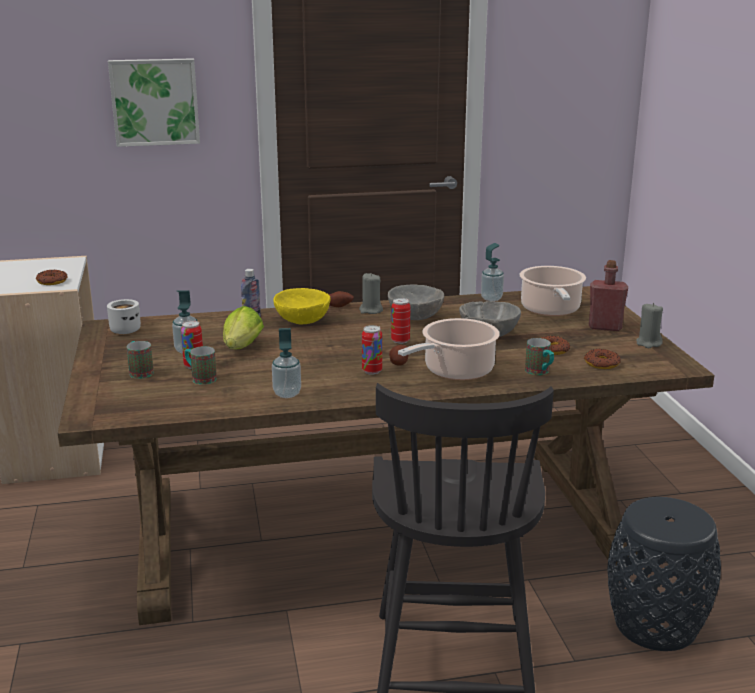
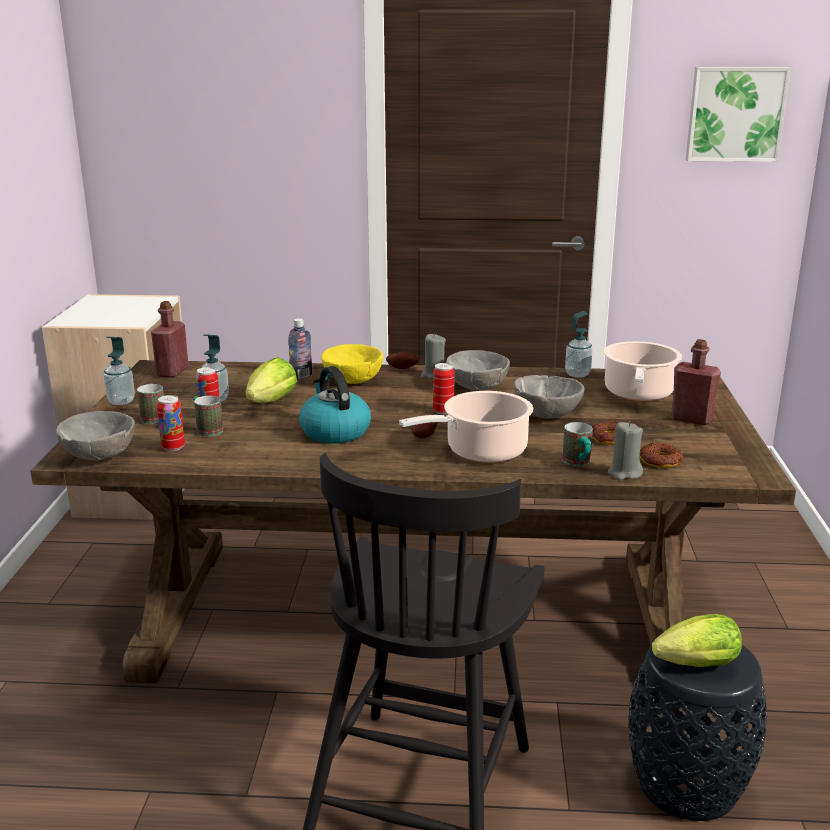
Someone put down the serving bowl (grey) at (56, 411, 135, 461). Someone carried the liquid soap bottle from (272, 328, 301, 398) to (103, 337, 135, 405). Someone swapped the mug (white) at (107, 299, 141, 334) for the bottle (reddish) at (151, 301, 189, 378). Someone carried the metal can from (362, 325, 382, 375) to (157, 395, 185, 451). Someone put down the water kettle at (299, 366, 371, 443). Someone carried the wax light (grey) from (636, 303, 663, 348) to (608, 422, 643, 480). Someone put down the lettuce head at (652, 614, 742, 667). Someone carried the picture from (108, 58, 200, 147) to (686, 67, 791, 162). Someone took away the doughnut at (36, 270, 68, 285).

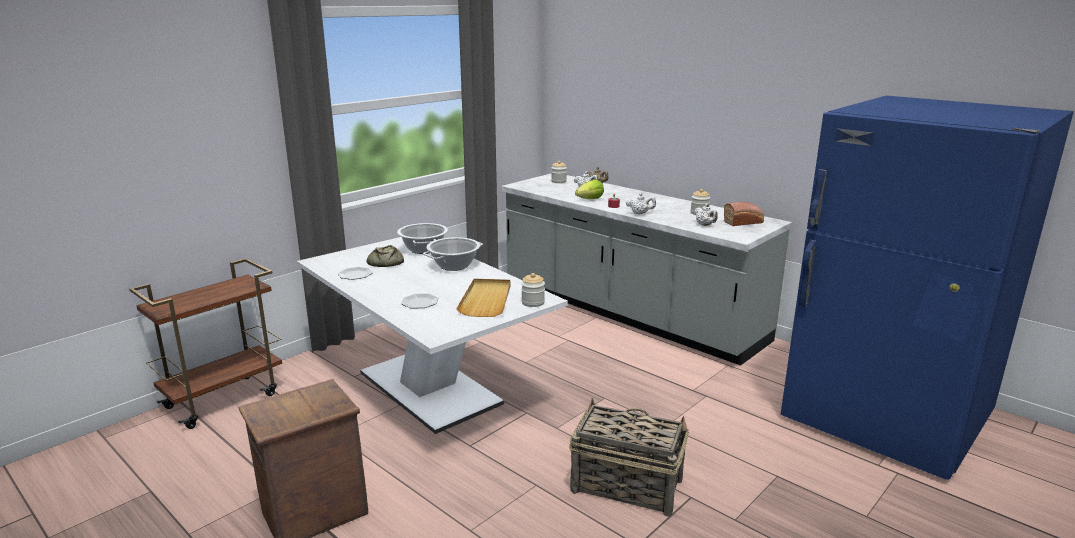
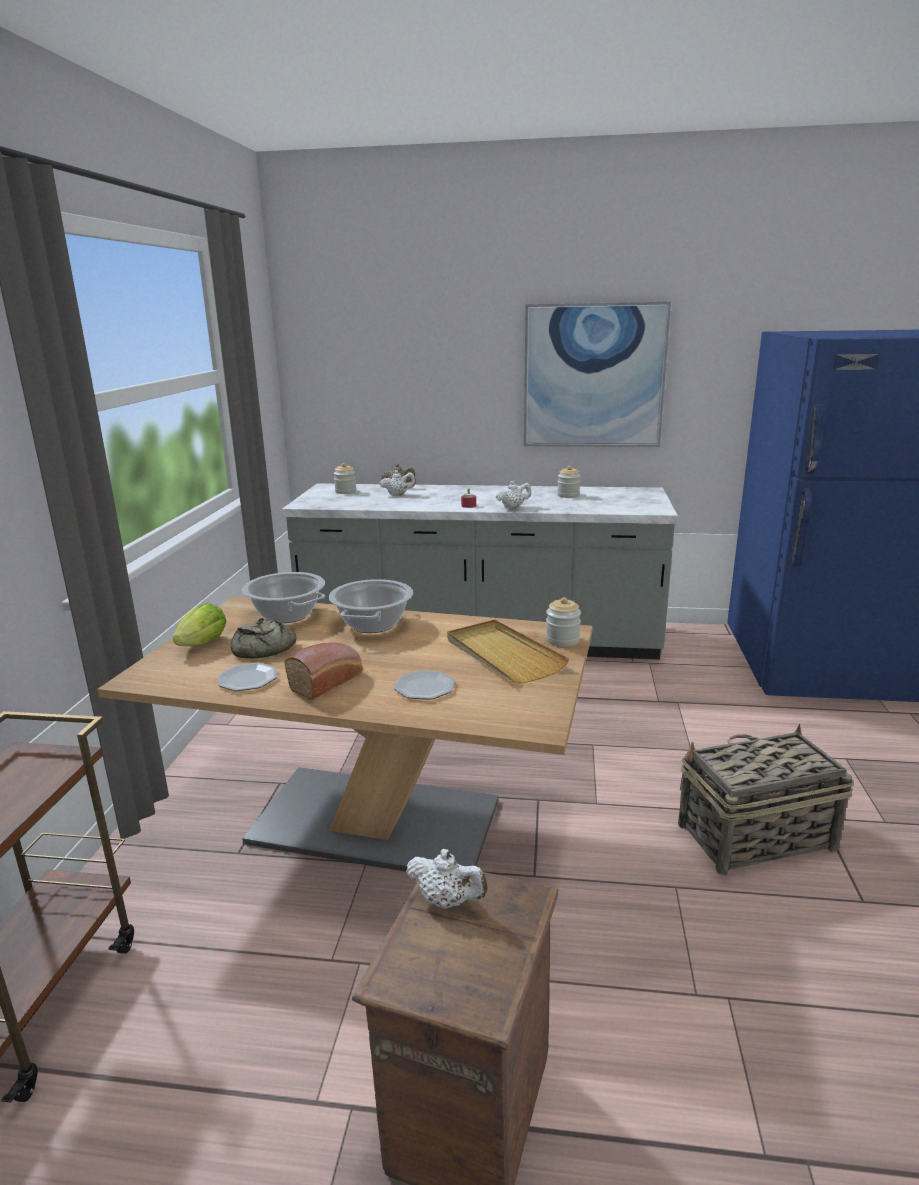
Someone repainted the dining table (white) at (297, 237, 568, 434), which became the dining table (brownish) at (97, 596, 593, 872). Someone carried the lettuce head from (575, 180, 604, 199) to (173, 603, 226, 646). Someone carried the bakery bread from (724, 202, 764, 226) to (284, 642, 363, 700). Someone carried the tea pot (white) from (694, 204, 718, 226) to (406, 849, 487, 909). Someone put up the picture at (524, 302, 671, 447).

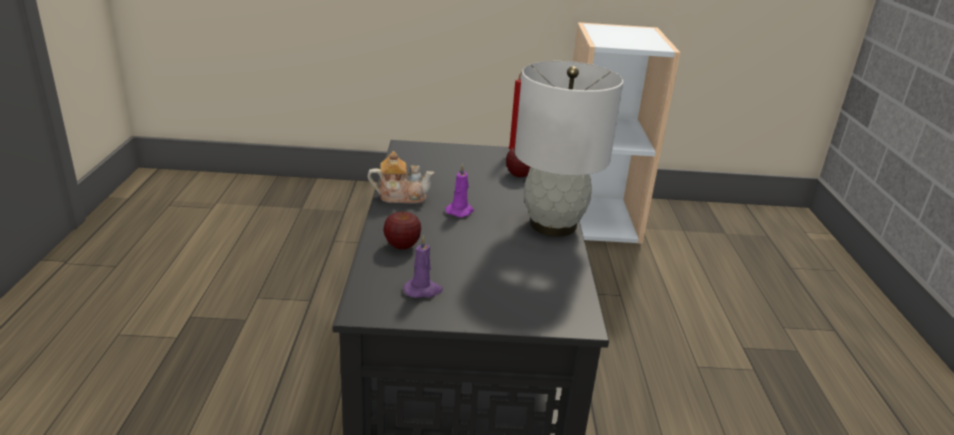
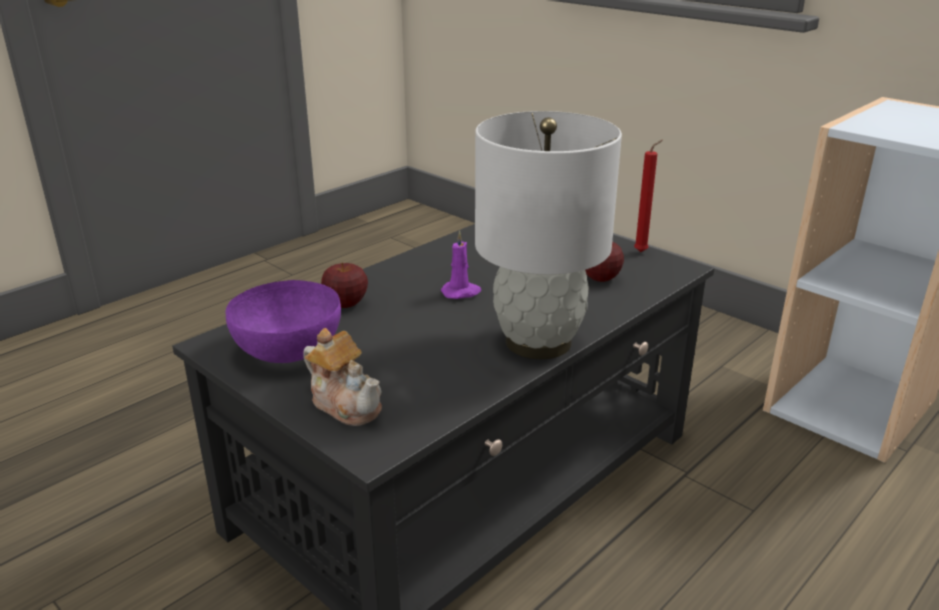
Someone swapped the wax light (purple-coloured) at (404, 235, 443, 298) for the serving bowl (purple-coloured) at (226, 280, 341, 363). Someone carried the tea pot from (368, 151, 435, 204) to (303, 328, 382, 426).

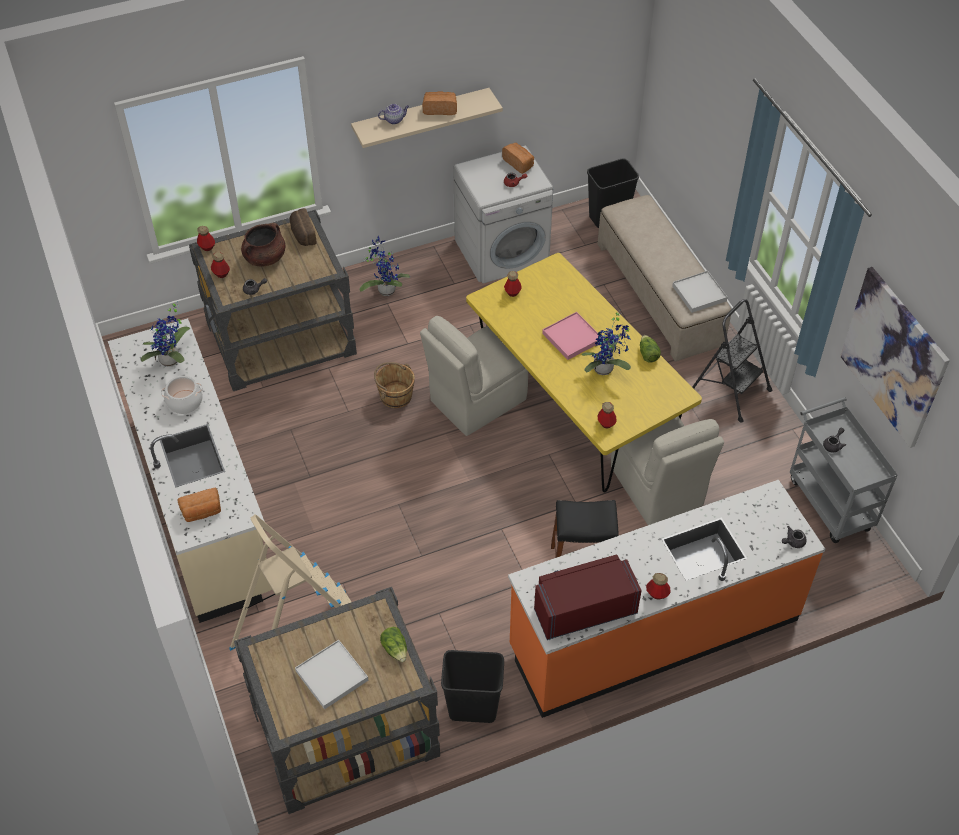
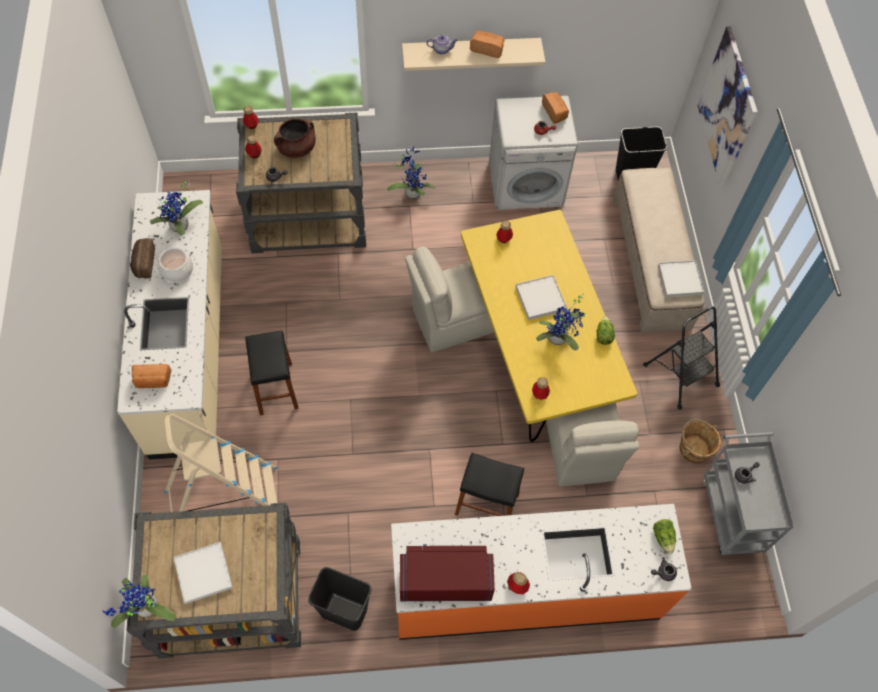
Someone put down the plant in a pot at (103, 575, 176, 628). Someone carried the bakery bread from (290, 208, 317, 246) to (130, 238, 155, 278). Someone put down the stool (black-coloured) at (245, 331, 299, 415). Someone repainted the serving tray (pinkish) at (542, 312, 598, 360), which became the serving tray (white) at (516, 275, 567, 320). Someone carried the lettuce head from (380, 627, 407, 662) to (653, 519, 676, 554). Someone carried the bucket (brownish) from (374, 362, 415, 408) to (680, 419, 721, 463). Someone carried the picture from (840, 267, 950, 448) to (697, 26, 758, 186).

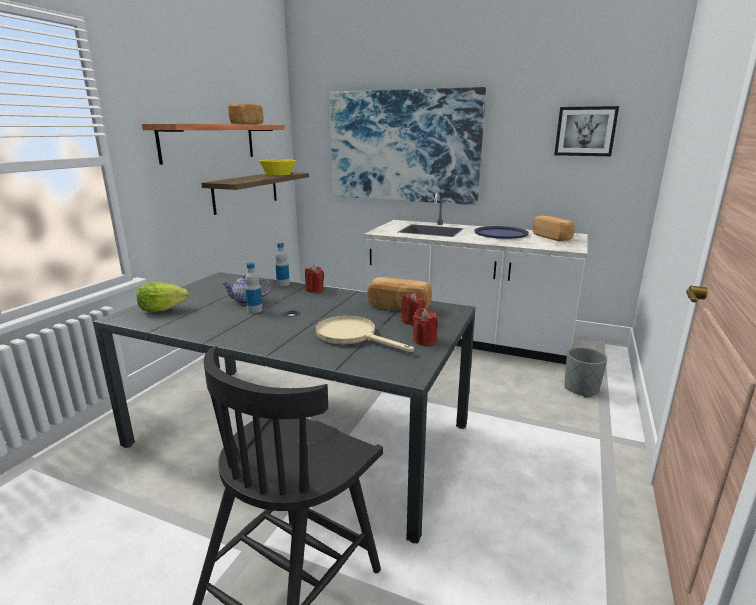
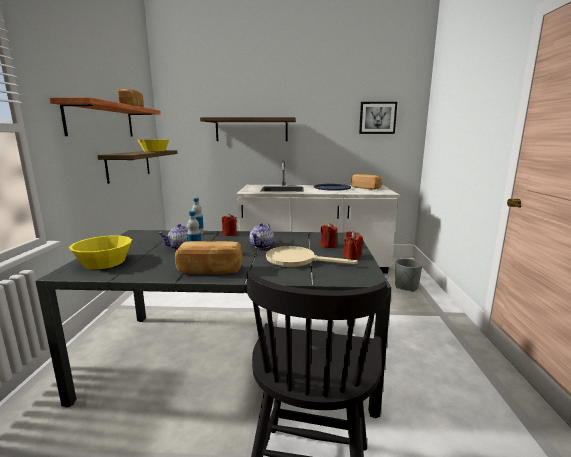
Someone swapped the lettuce head at (137, 282, 189, 312) for the serving bowl (yellow-coloured) at (69, 236, 132, 269). Someone carried the bakery bread from (367, 277, 432, 311) to (175, 241, 243, 274). Someone swapped the picture at (330, 87, 486, 205) for the wall shelf at (200, 117, 296, 141). Someone put down the tea pot at (249, 223, 274, 248).

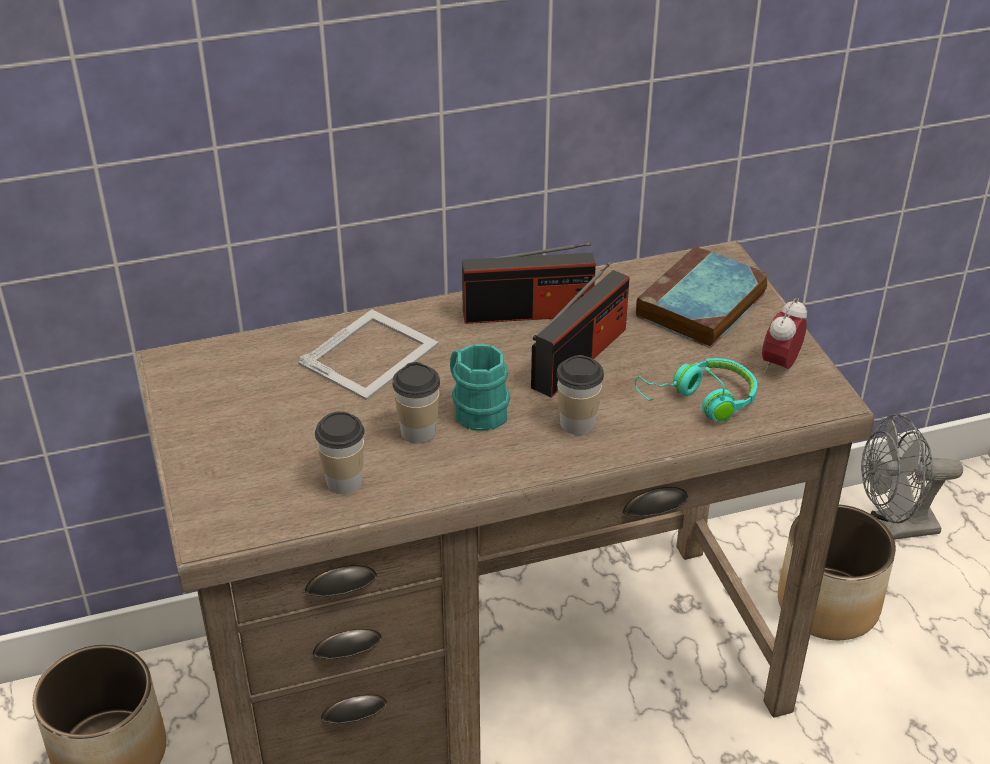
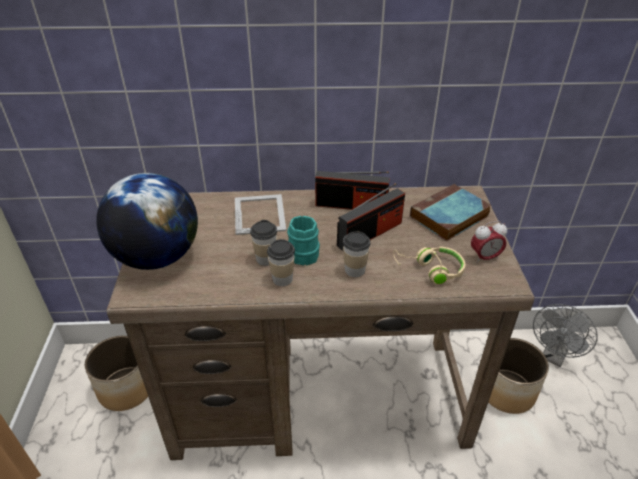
Someone put down the globe at (96, 173, 198, 270). Someone rotated the picture frame at (298, 309, 439, 401) by 60 degrees counterclockwise. Someone carried the small cup from (315, 411, 364, 494) to (267, 239, 295, 286). Someone repainted the headset (turquoise-coloured) at (635, 358, 757, 422), which became the headset (beige-coloured) at (393, 246, 466, 285). Someone rotated the table clock at (762, 298, 807, 373) by 150 degrees counterclockwise. Someone rotated the fan (grey) at (861, 414, 963, 540) by 60 degrees counterclockwise.

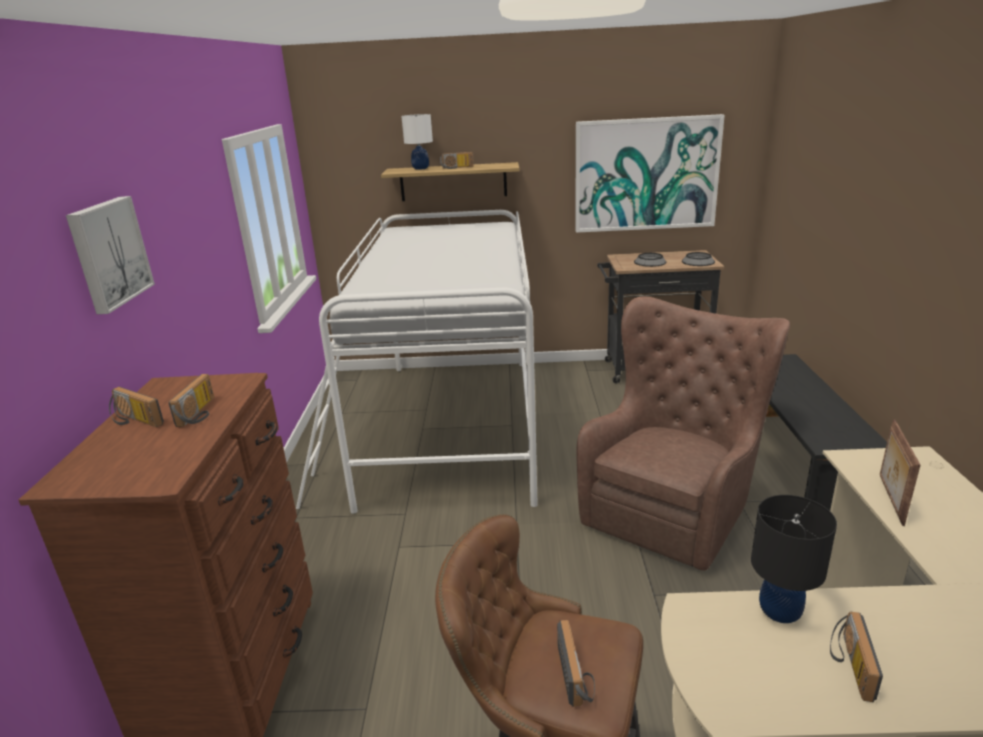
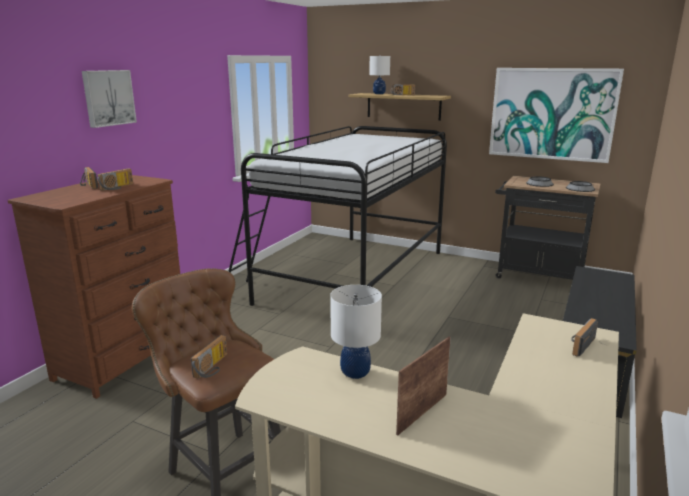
Someone repainted the bedroom bed (white) at (296, 210, 538, 514), which became the bedroom bed (black-coloured) at (228, 126, 447, 306). Someone repainted the tabletop lamp (black-coloured) at (751, 495, 837, 623), which became the tabletop lamp (white) at (330, 285, 382, 379). Someone carried the picture frame from (880, 419, 920, 526) to (396, 336, 451, 435). Someone carried the radio set from (830, 612, 883, 702) to (571, 318, 598, 357). Someone took away the armchair (brownish) at (576, 296, 790, 571).

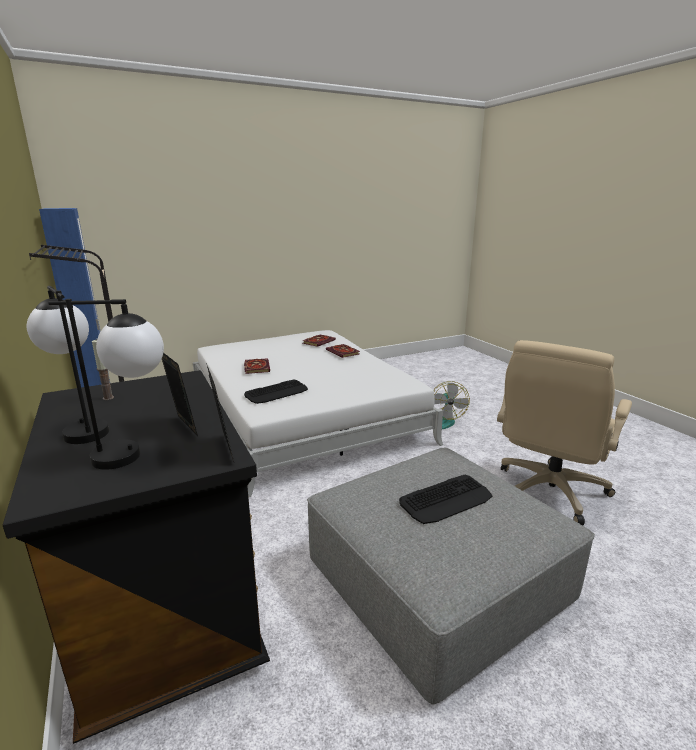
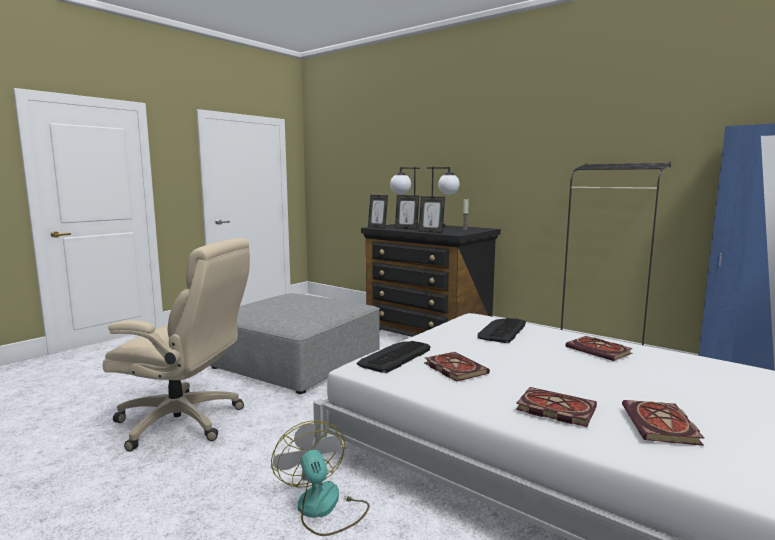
Someone rotated the computer chair (beige-coloured) at (497, 340, 632, 525) by 90 degrees clockwise. Someone carried the keyboard from (399, 475, 493, 524) to (356, 341, 431, 373). Someone put down the picture frame at (419, 196, 445, 233). Someone put down the book at (424, 352, 490, 382).

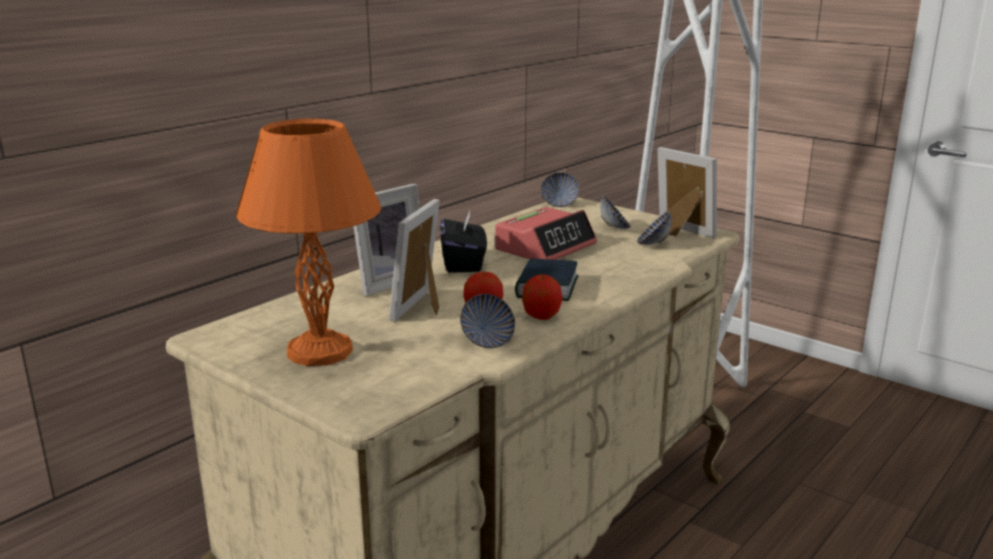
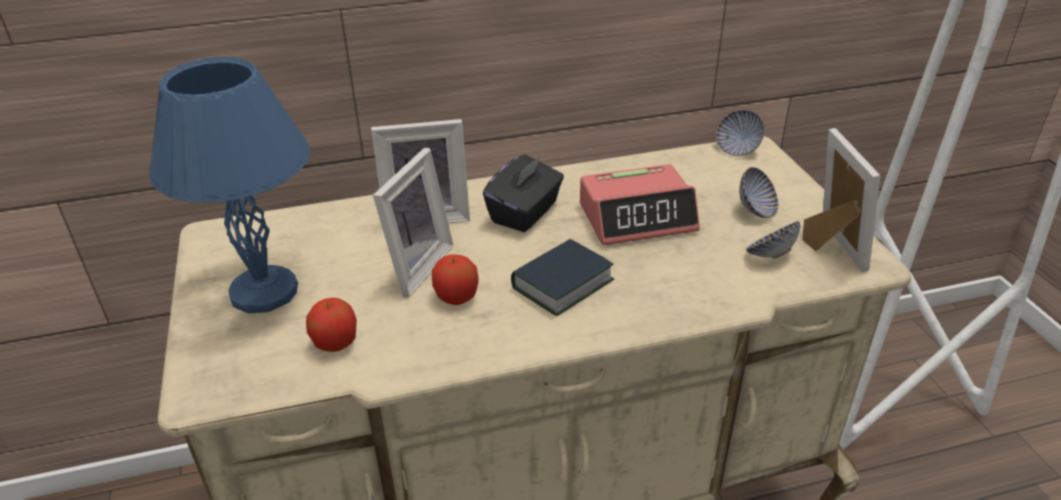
Someone repainted the tabletop lamp (orangey) at (236, 119, 381, 366), which became the tabletop lamp (blue) at (149, 57, 310, 314). Someone carried the whole apple from (522, 274, 562, 320) to (306, 297, 357, 352). Someone rotated the picture frame at (389, 199, 440, 322) by 150 degrees clockwise. Someone took away the serving bowl at (461, 294, 515, 348).

